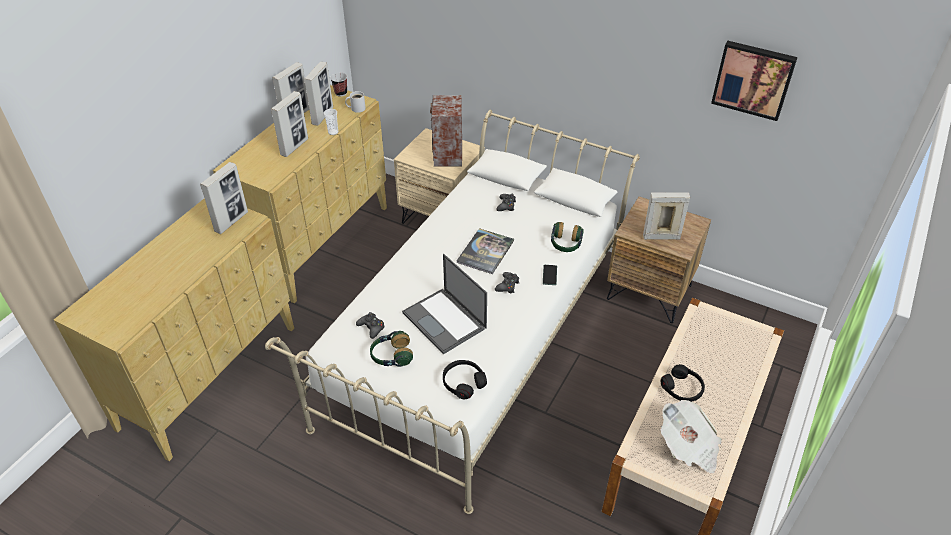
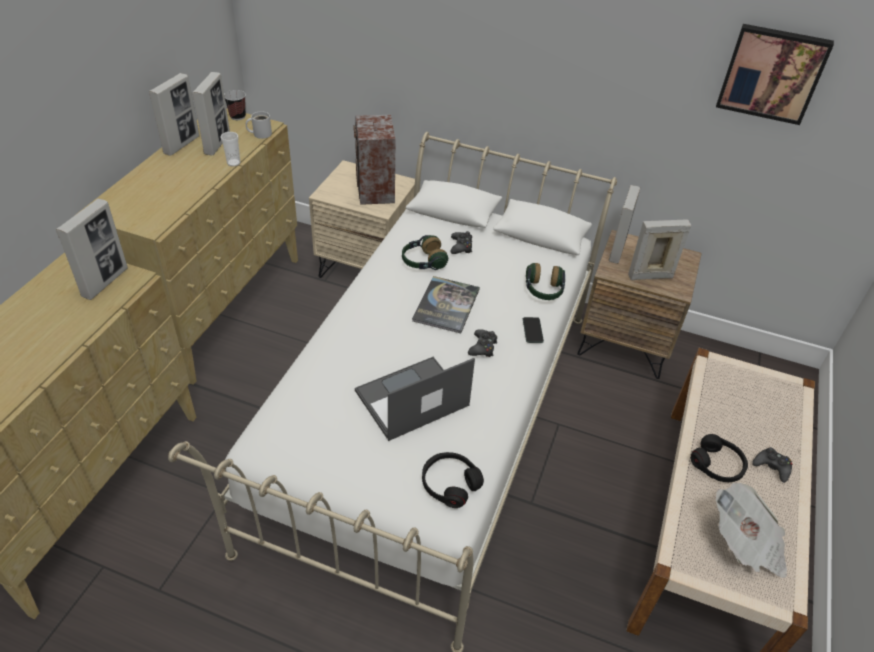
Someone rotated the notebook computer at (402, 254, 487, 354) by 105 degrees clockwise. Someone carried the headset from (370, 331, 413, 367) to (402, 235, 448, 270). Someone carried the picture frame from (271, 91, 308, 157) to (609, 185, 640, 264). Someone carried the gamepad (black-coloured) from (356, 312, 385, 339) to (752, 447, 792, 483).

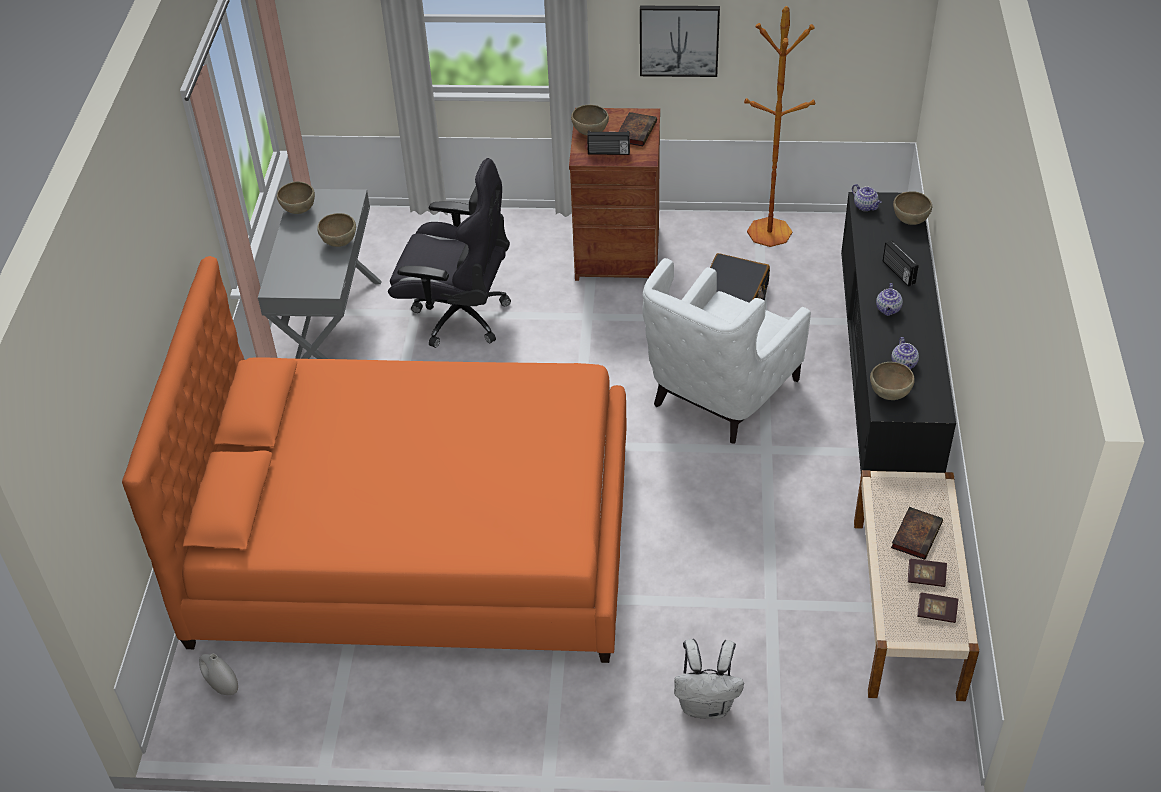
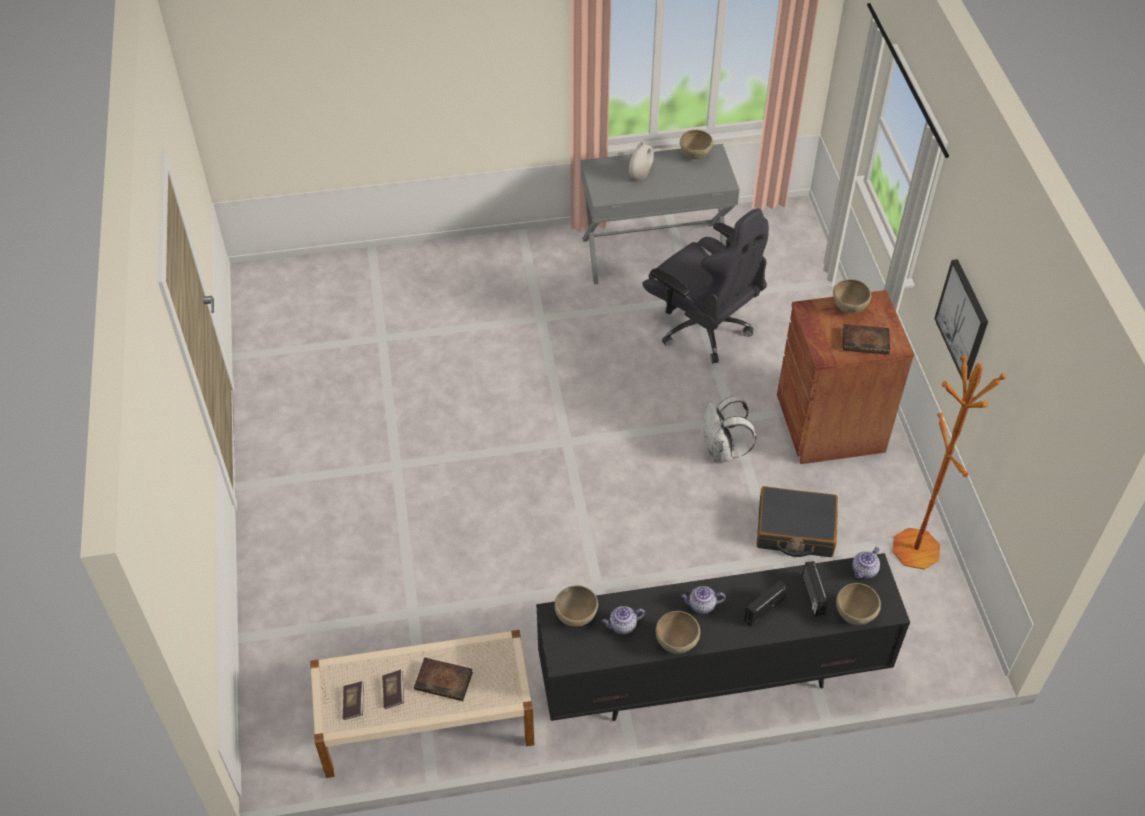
Someone carried the flower vase (white) from (199, 654, 238, 695) to (629, 142, 654, 180). Someone rotated the computer chair (black-coloured) at (388, 158, 511, 348) by 45 degrees counterclockwise. Someone carried the serving bowl (brownish) from (317, 213, 356, 247) to (656, 611, 700, 654). Someone carried the rucksack (white) from (674, 639, 744, 719) to (703, 396, 756, 463). Someone carried the radio set from (587, 130, 630, 155) to (802, 561, 828, 617). Someone took away the bedroom bed (orangey) at (122, 256, 626, 663). Someone took away the armchair (white) at (642, 258, 811, 444).

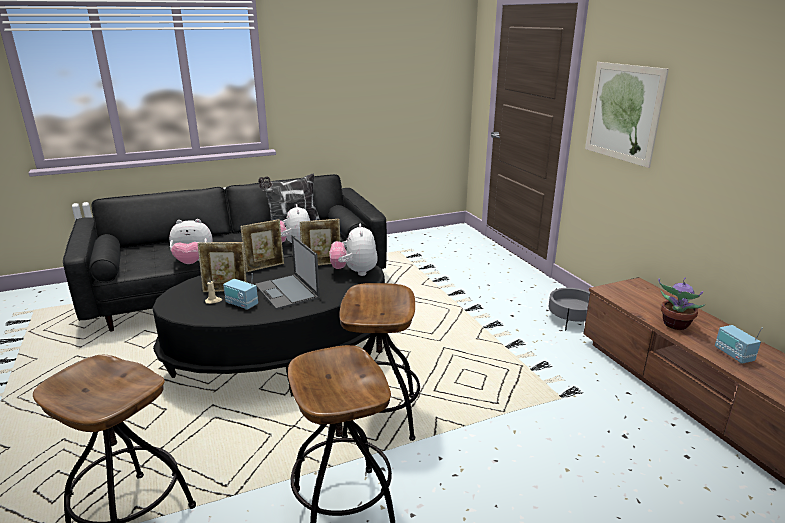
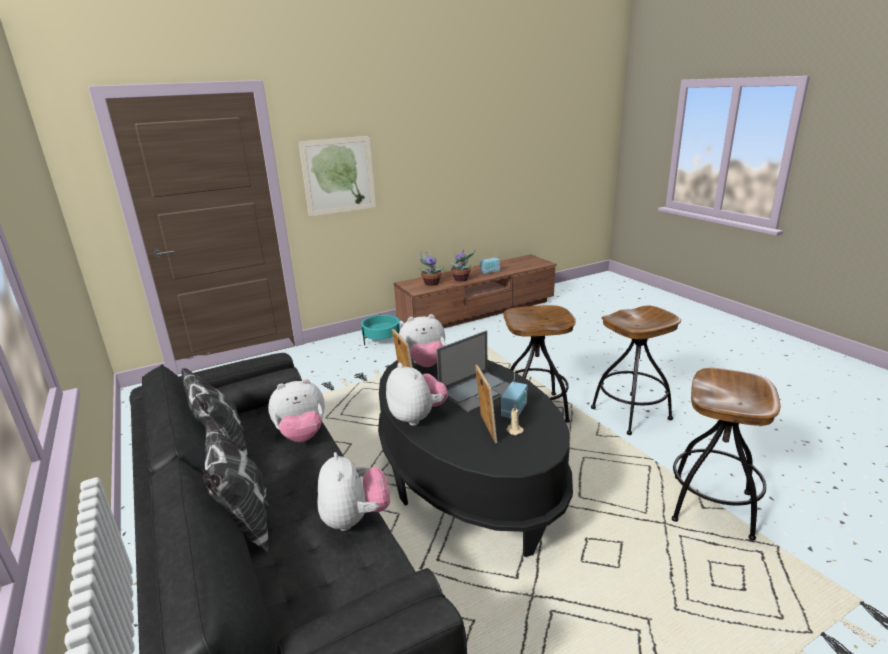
Someone put down the cushion at (203, 421, 269, 553). Someone repainted the flower pot (grey) at (548, 288, 590, 331), which became the flower pot (turquoise-coloured) at (361, 315, 400, 345). Someone swapped the picture frame at (240, 219, 284, 272) for the soft toy at (386, 363, 448, 426). Someone put down the plant in a pot at (418, 251, 445, 286).

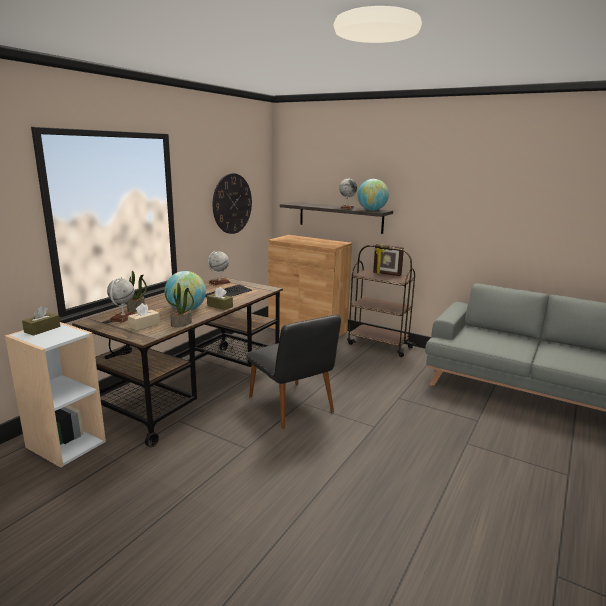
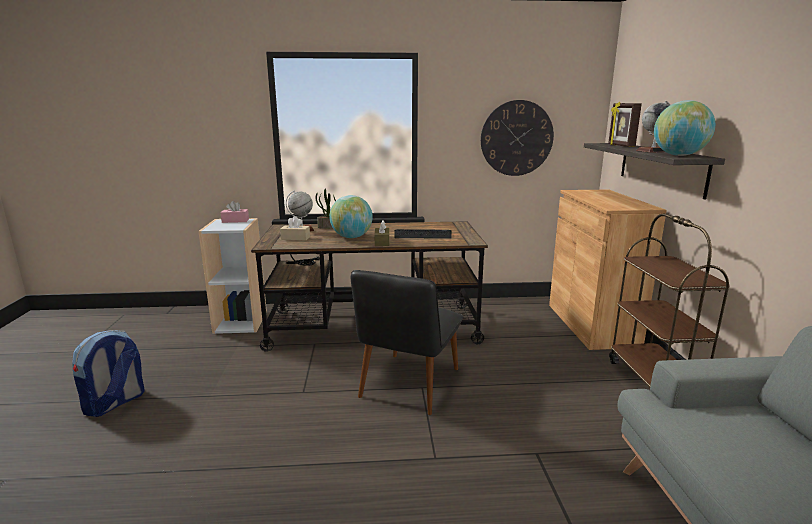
Someone put down the rucksack at (72, 330, 145, 417). Someone repainted the box of tissues (brownish) at (22, 306, 60, 336), which became the box of tissues (pinkish) at (221, 201, 249, 223). Someone carried the picture frame from (373, 244, 404, 276) to (608, 101, 642, 147). Someone took away the plant in a pot at (165, 283, 194, 327). Someone took away the globe at (208, 251, 231, 286).

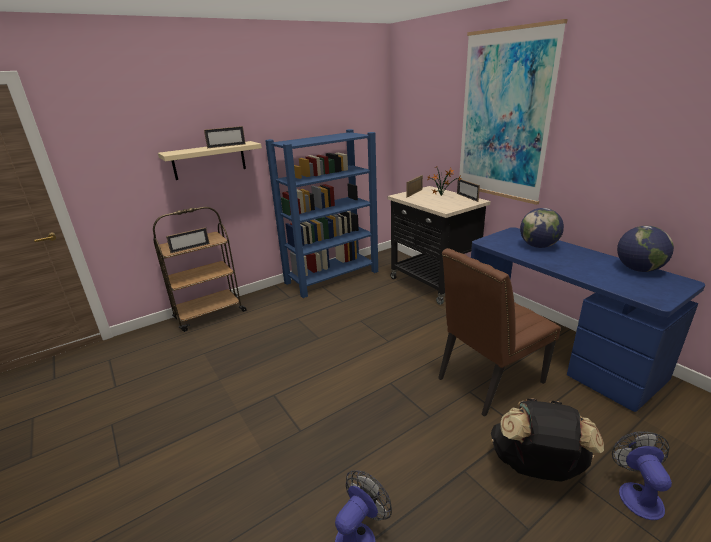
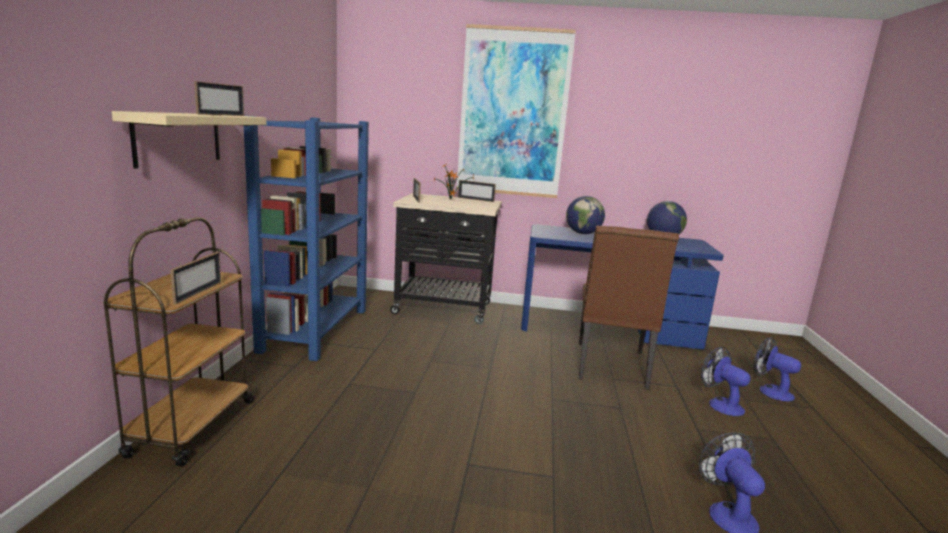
Someone swapped the rucksack (black-coloured) at (491, 398, 604, 482) for the fan at (701, 347, 751, 416).

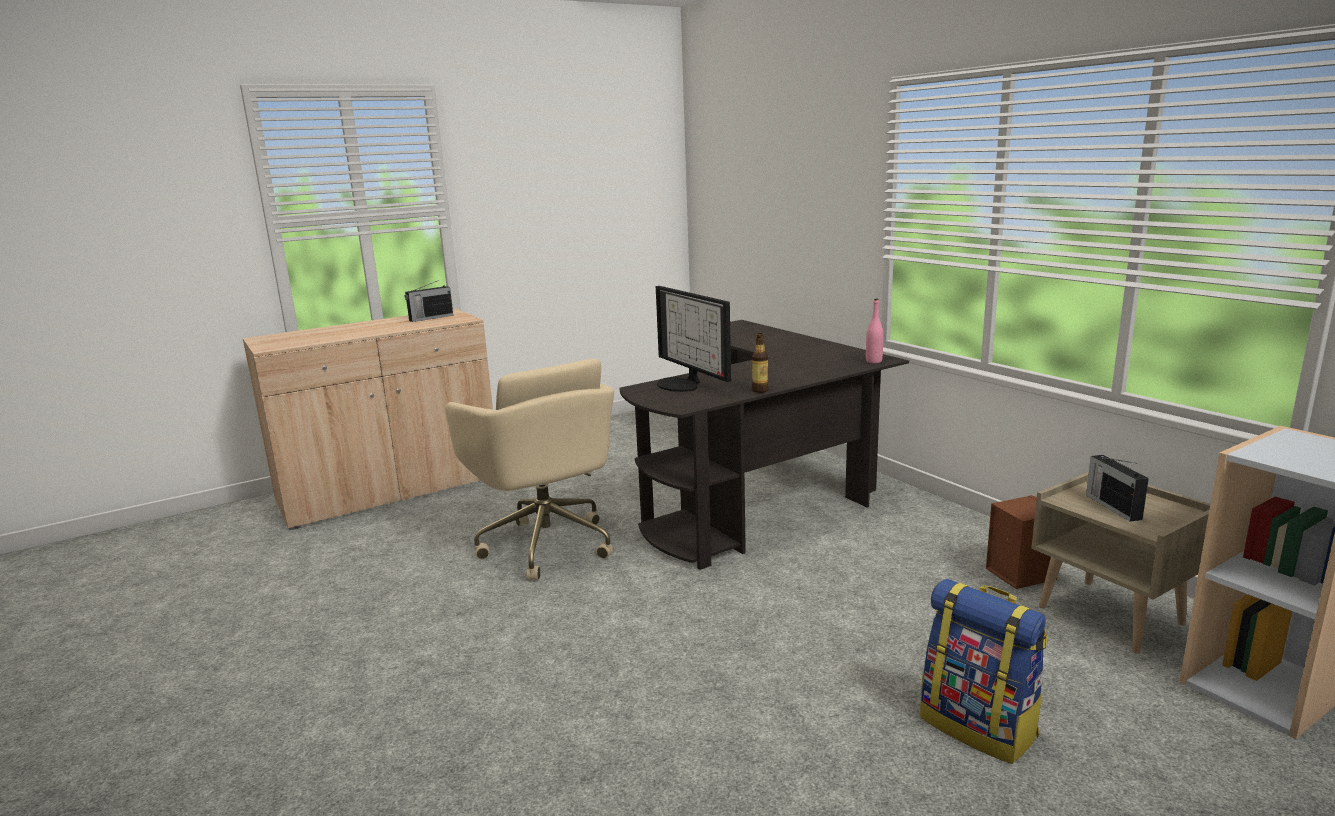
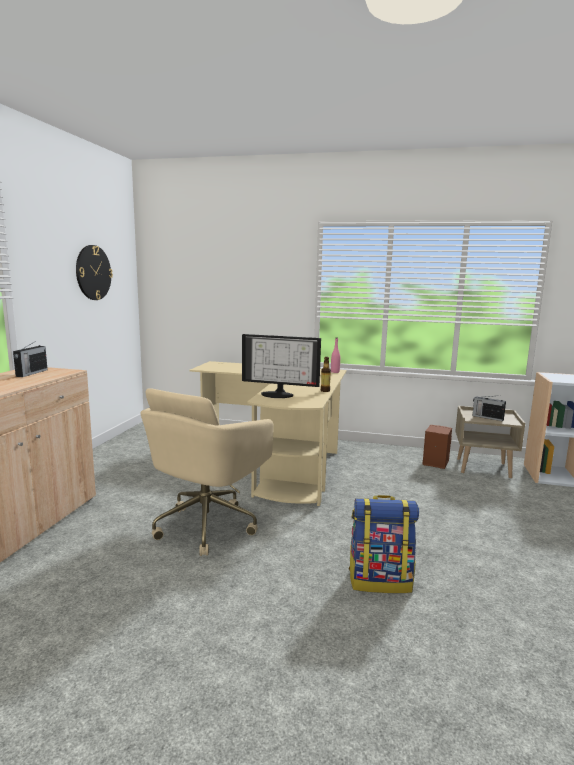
Someone put up the clock on the wall at (76, 245, 113, 300). Someone rotated the computer chair (beige-coloured) at (445, 359, 614, 580) by 105 degrees clockwise. Someone repainted the desk (black-coloured) at (619, 320, 909, 570), which became the desk (beige-coloured) at (189, 361, 347, 506). Someone carried the rucksack from (920, 579, 1048, 764) to (349, 495, 419, 593).

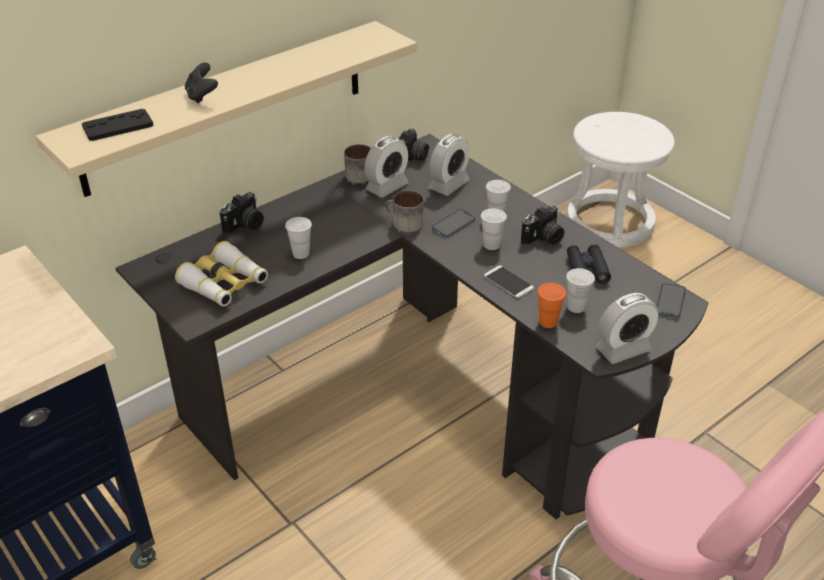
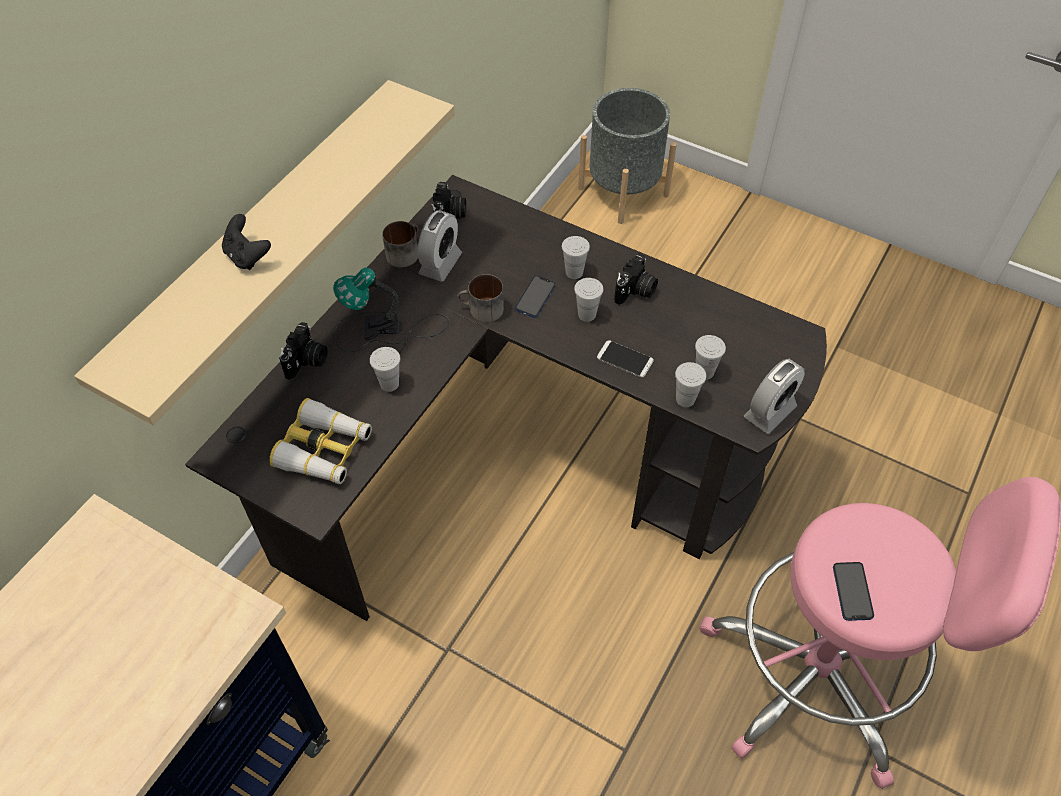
Someone put down the tabletop lamp at (333, 267, 449, 354). Someone swapped the stool (white) at (567, 112, 675, 248) for the flower pot (grey) at (578, 88, 677, 224). Someone repainted the small cup (orangey) at (537, 283, 566, 328), which became the small cup (white) at (675, 362, 706, 407). Someone carried the phone from (657, 283, 686, 318) to (833, 562, 874, 621). Someone took away the gamepad (black-coloured) at (82, 109, 154, 141). Someone took away the table clock at (428, 134, 470, 196). Someone took away the field glasses (black-coloured) at (567, 244, 611, 284).

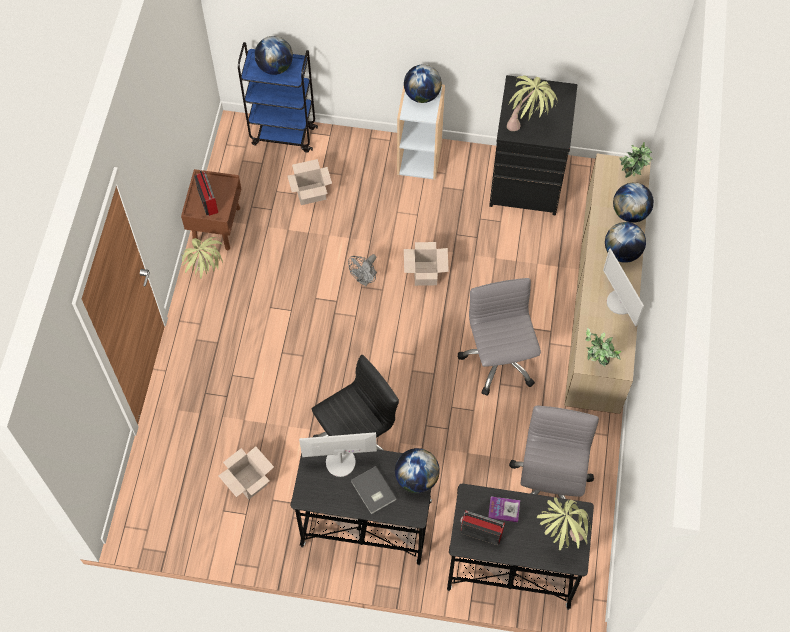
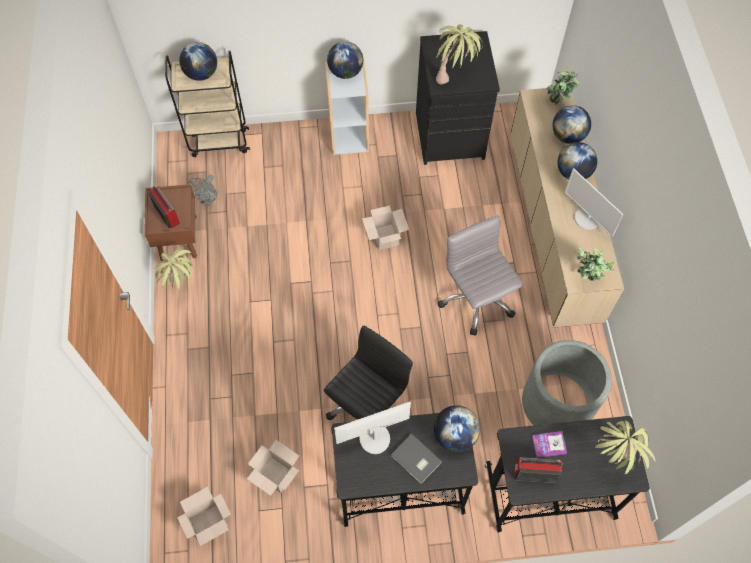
Someone repainted the trolley (blue) at (238, 42, 318, 153), which became the trolley (beige-coloured) at (165, 51, 250, 157). Someone carried the cardboard box from (287, 159, 332, 205) to (177, 487, 231, 546). Someone carried the fan (grey) from (348, 254, 377, 286) to (188, 175, 218, 206). Someone swapped the computer chair (grey) at (509, 406, 599, 499) for the flower pot (grey) at (522, 340, 612, 425).

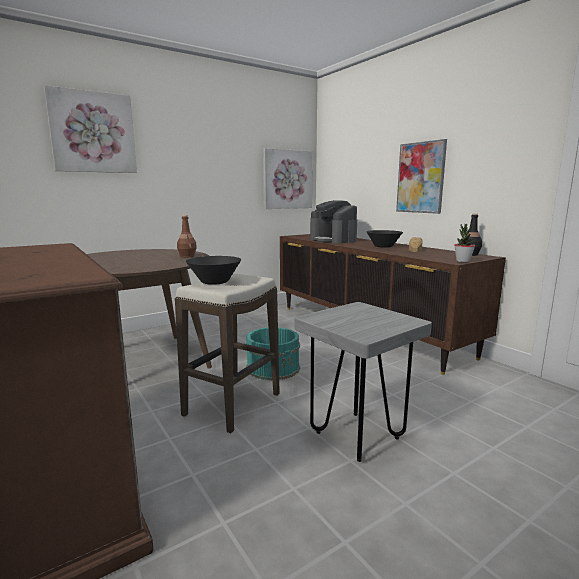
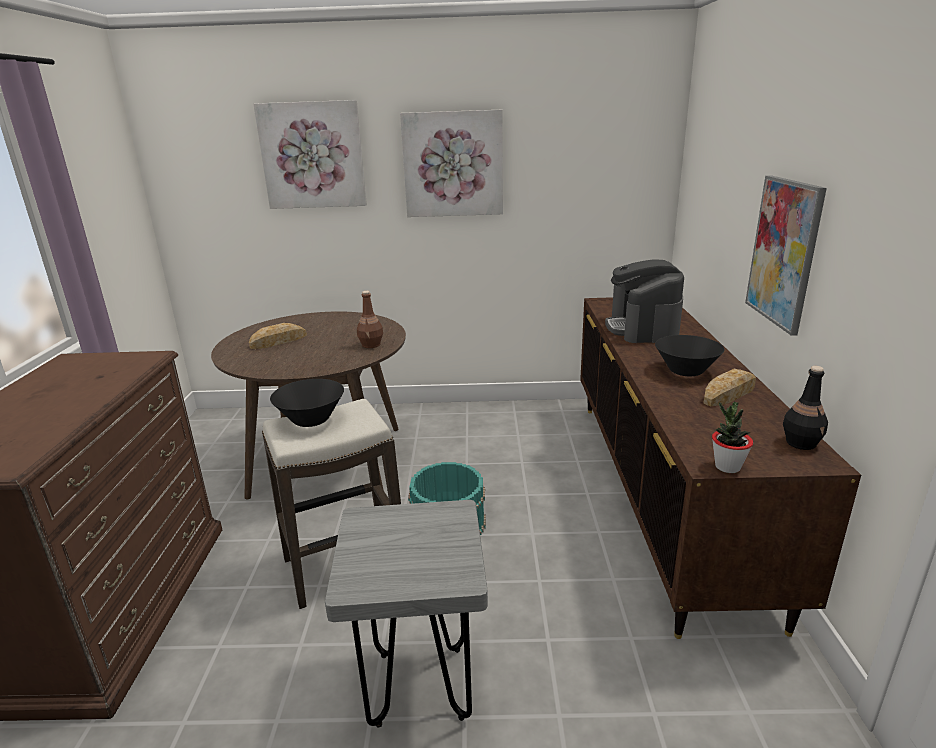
Someone put down the bakery bread at (249, 323, 307, 349). Someone carried the picture from (263, 148, 313, 209) to (400, 110, 503, 217).

